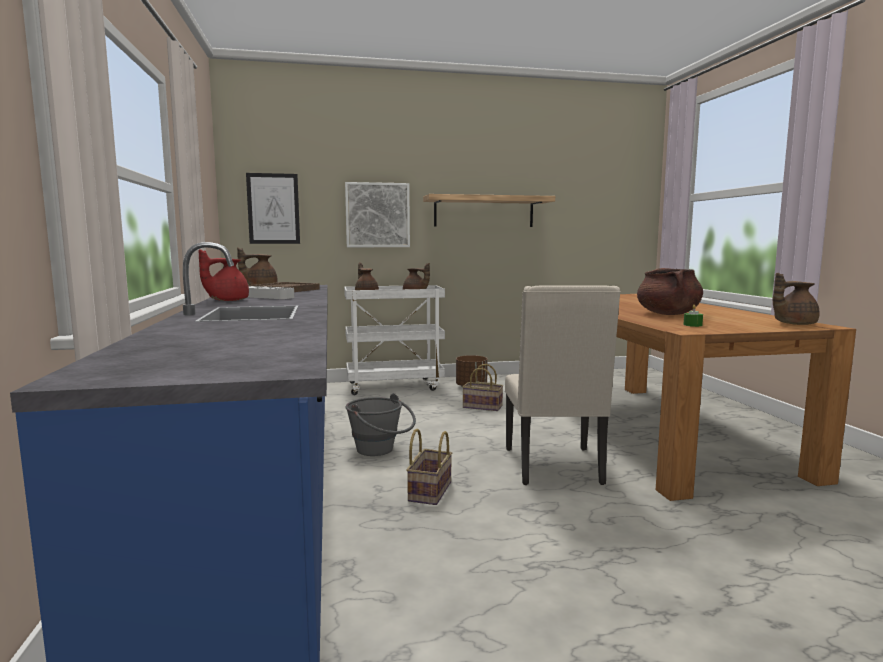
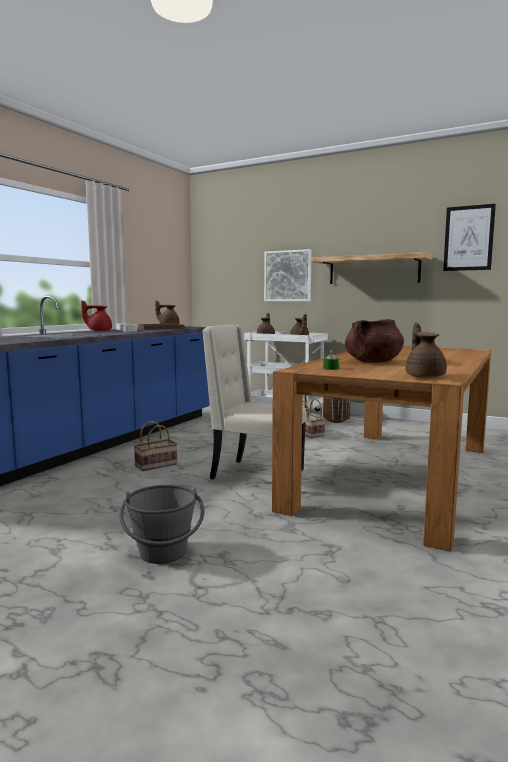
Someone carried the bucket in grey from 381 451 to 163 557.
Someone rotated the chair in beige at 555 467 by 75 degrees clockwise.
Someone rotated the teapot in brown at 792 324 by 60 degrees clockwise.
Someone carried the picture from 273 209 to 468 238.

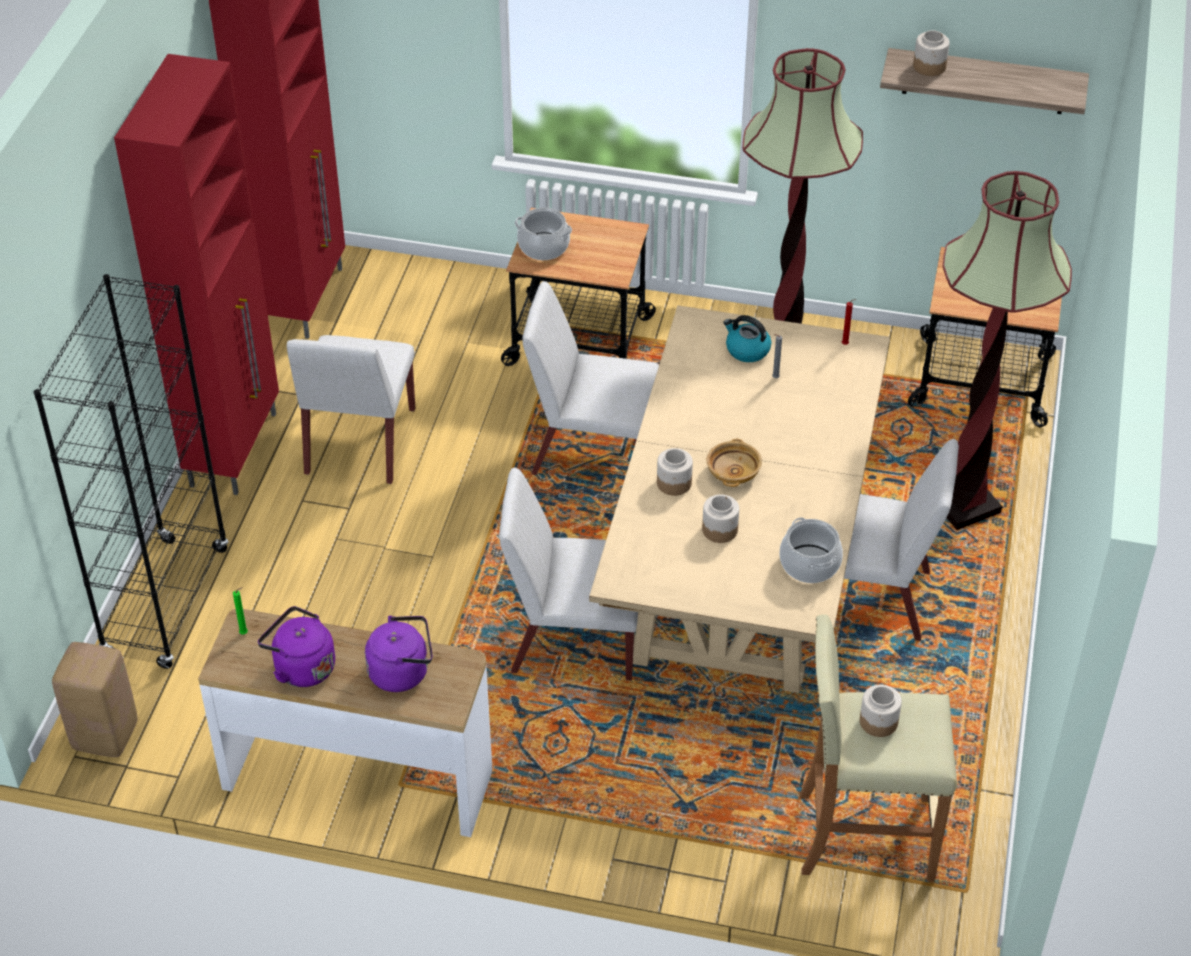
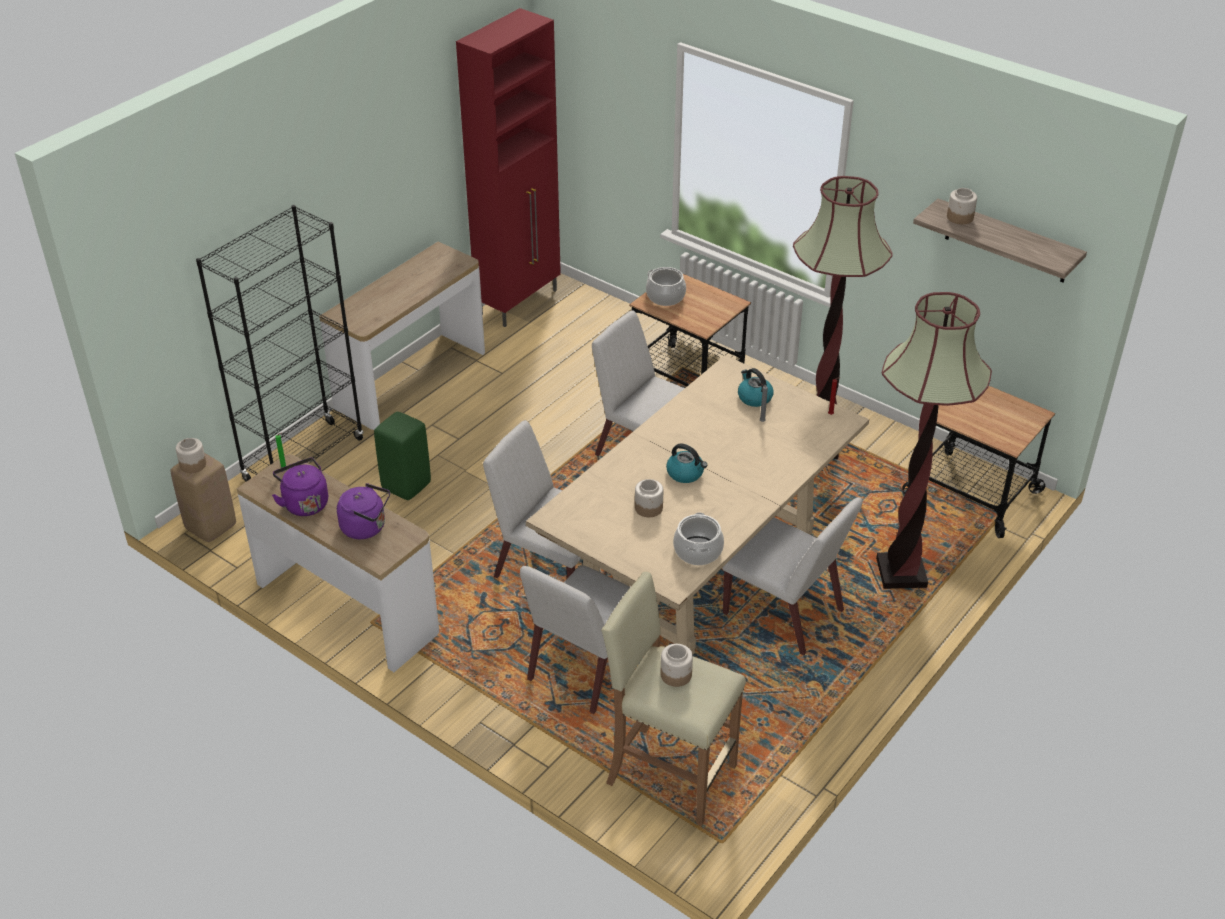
Someone carried the jar from 673 483 to 193 464.
Someone swapped the cabinet in red at 235 448 for the console table at 411 380.
Someone put down the stool in green at 406 485.
Someone carried the chair in white from 360 442 to 587 667.
Someone swapped the bowl in beige at 733 472 for the kettle at 686 473.

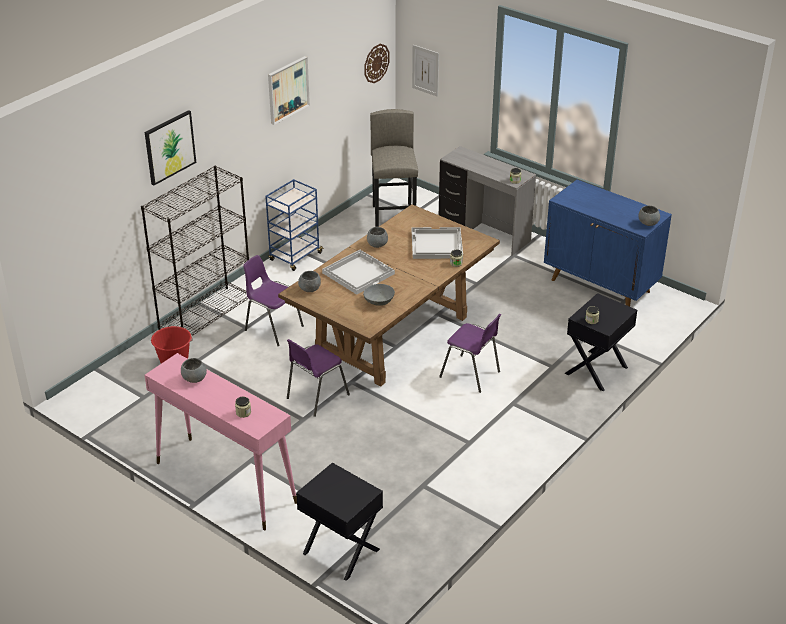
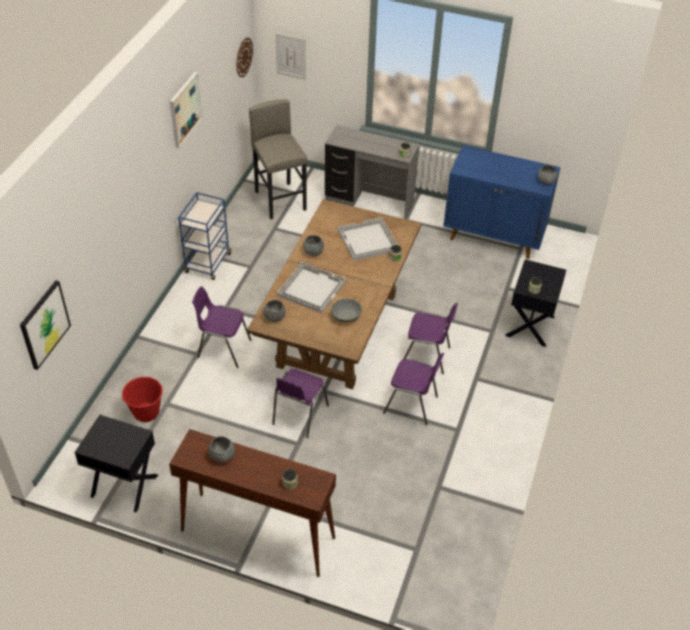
Someone carried the picture from 169 147 to 44 324.
Someone carried the nightstand in black from 340 552 to 124 486.
Someone repainted the console table in pink at 225 482, which became the console table in brown at 257 534.
Someone put down the chair in purple at 412 405.
Someone took away the bookcase in black at 206 315.

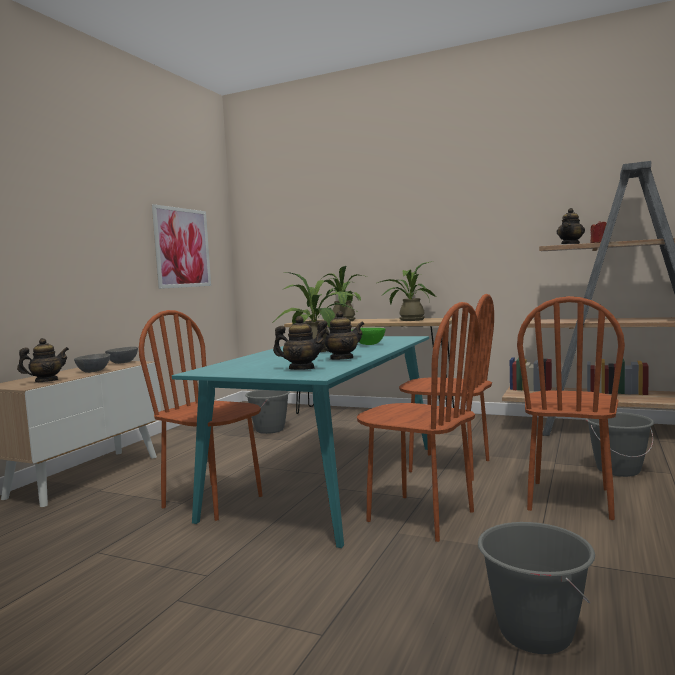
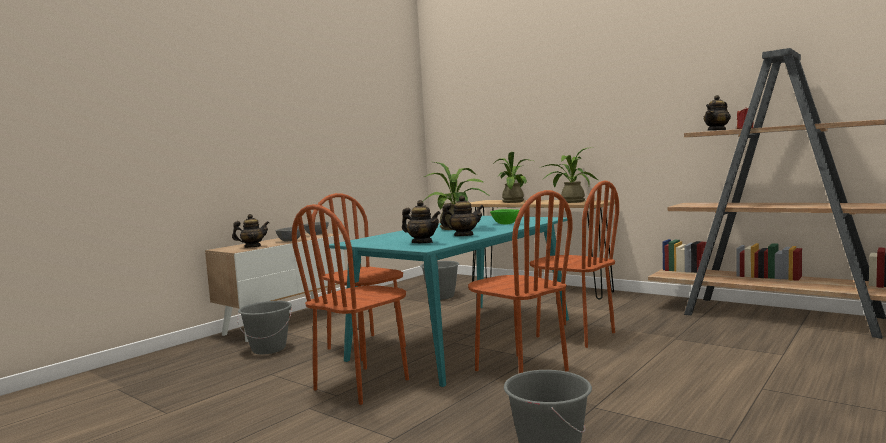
Someone carried the bucket in grey from 618 470 to 269 349.
Someone carried the chair in brown from 570 499 to 362 385.
Someone took away the picture at 182 248.

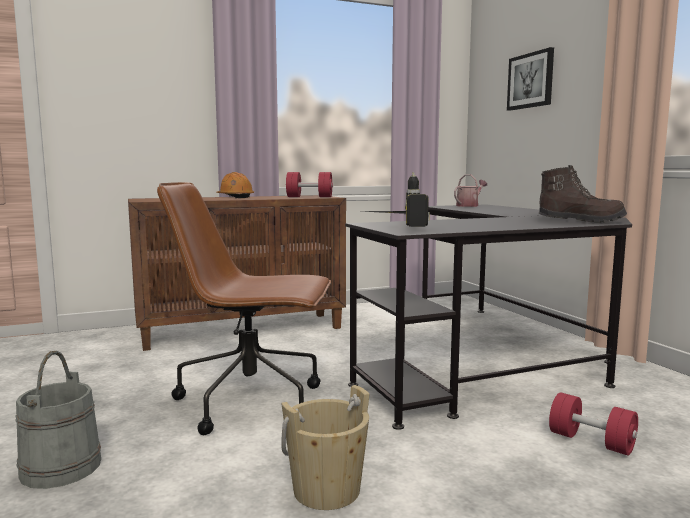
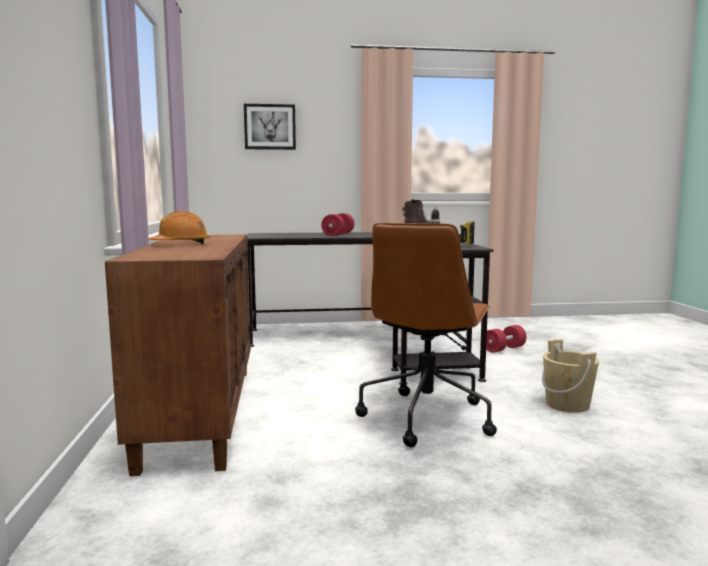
Someone carried the dumbbell in red from 309 197 to 338 235.
Someone took away the bucket in grey at 60 467.
Someone took away the watering can at 469 205.

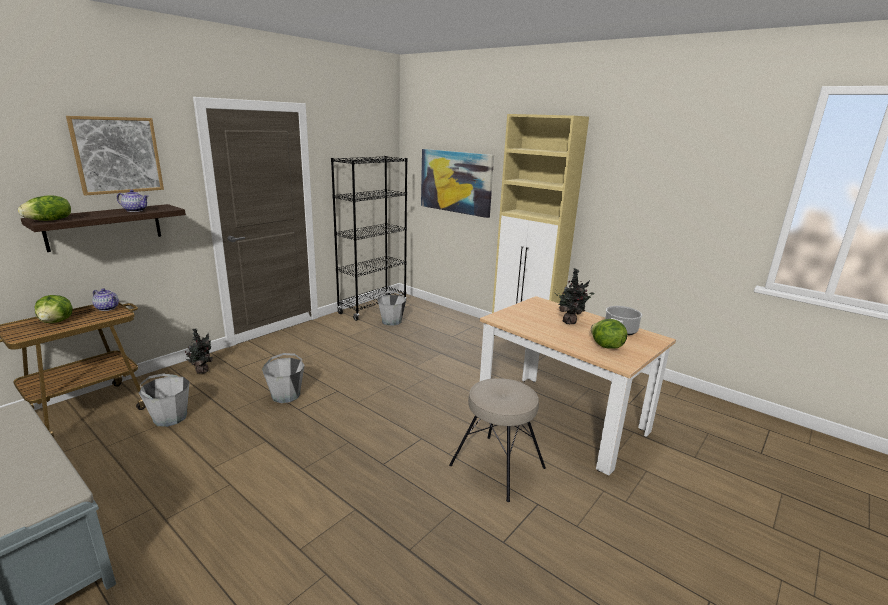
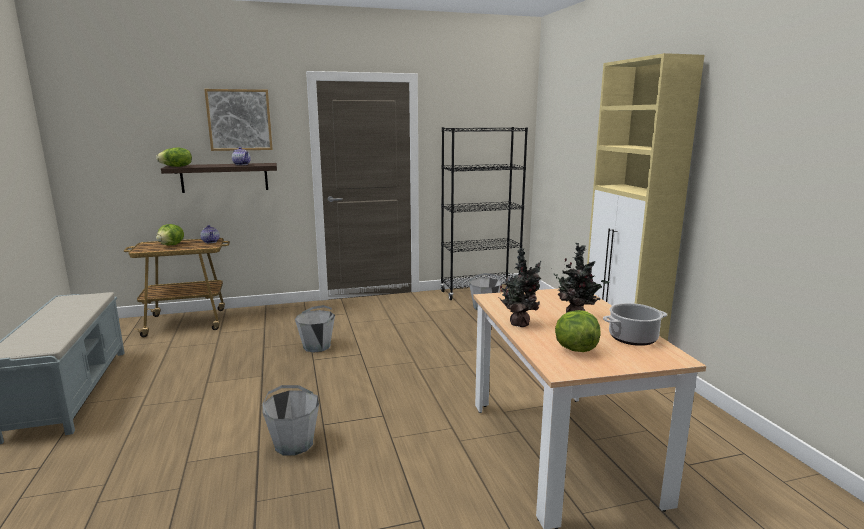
Someone carried the bucket in grey from 170 417 to 293 443.
Someone carried the potted plant from 202 370 to 520 323.
Someone took away the picture at 456 182.
Someone took away the stool in beige at 497 467.

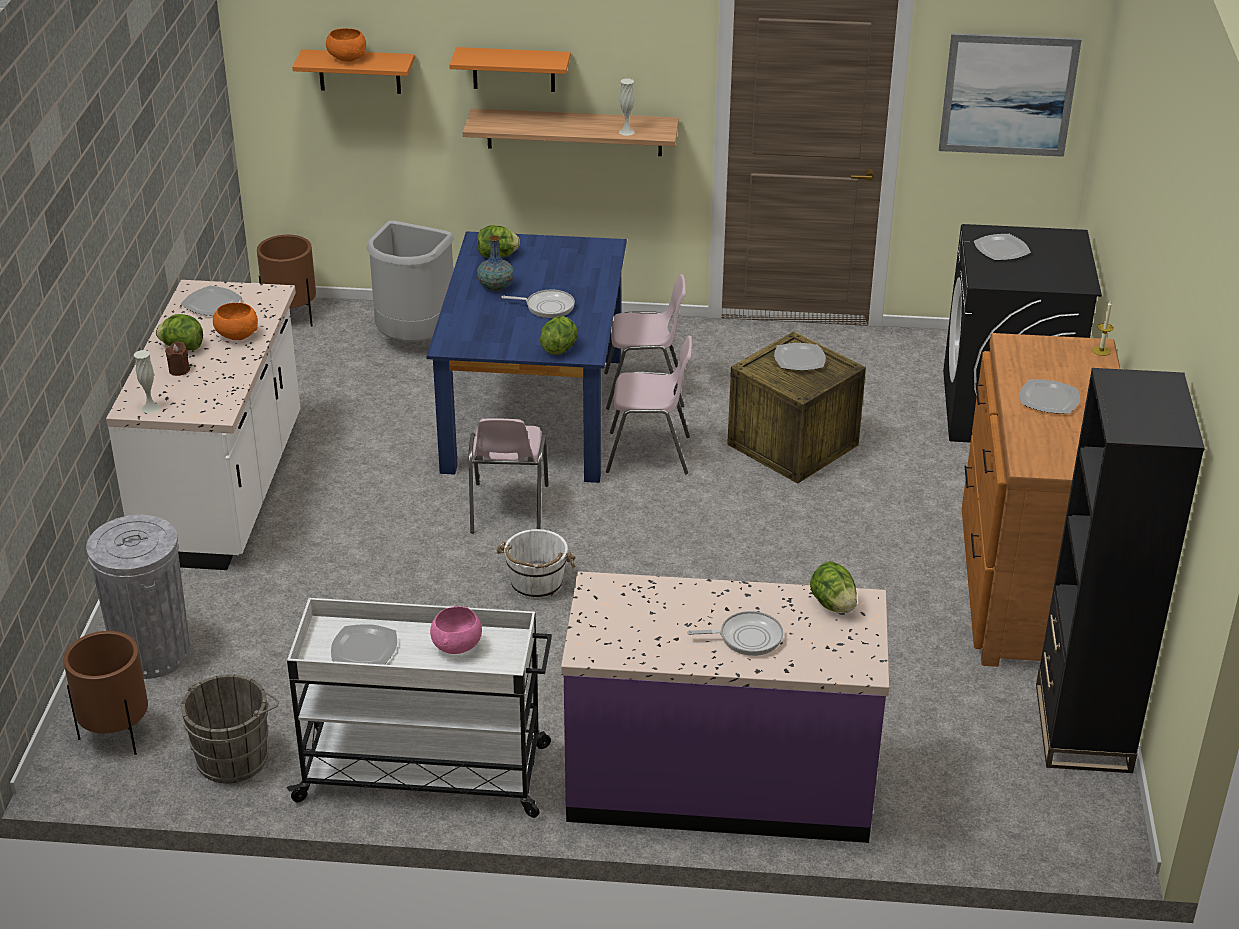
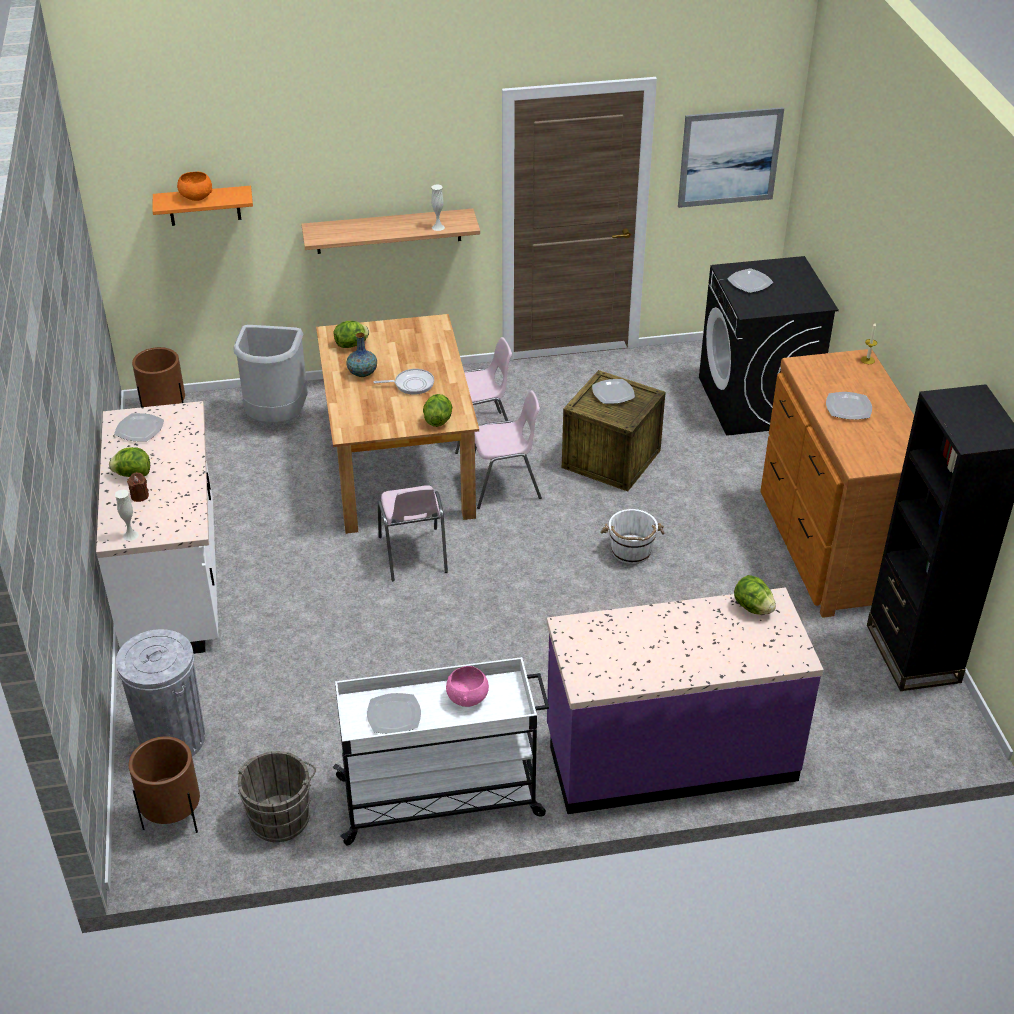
Someone repainted the dining table in blue at 533 411, which became the dining table in brown at 398 465.
Someone carried the bucket in white from 536 584 to 631 551.
Someone took away the bowl in orange at 236 336.
Someone took away the shelf in orange at 513 69.
Someone took away the frying pan at 746 637.

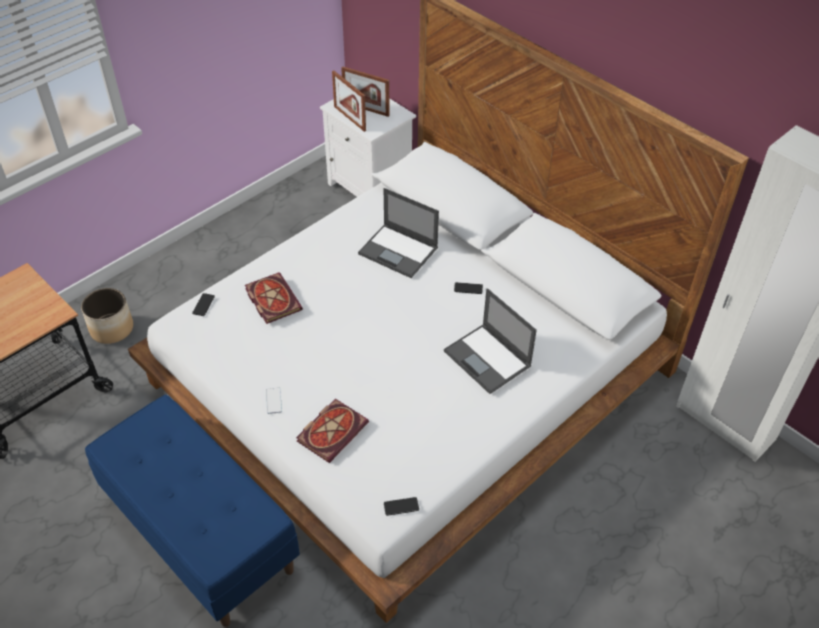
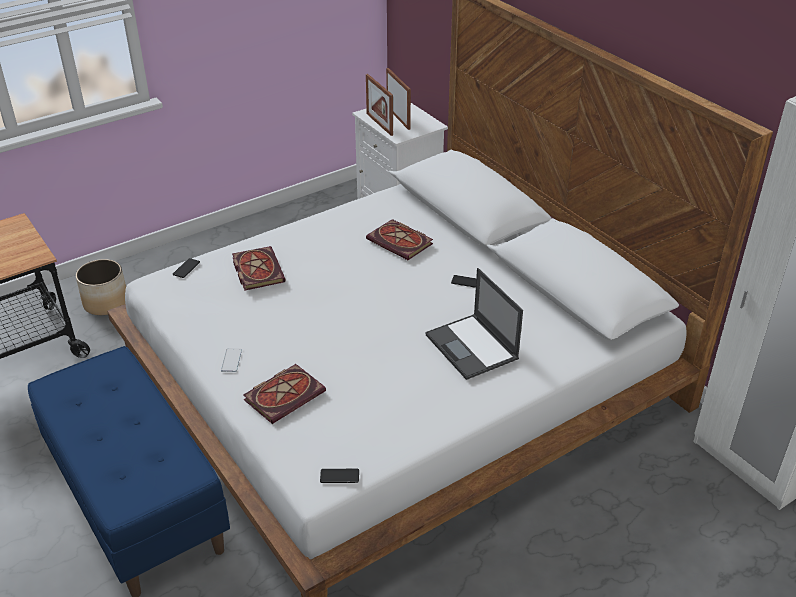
Someone swapped the laptop at 399 251 for the book at 401 242.
Someone rotated the picture frame at 366 109 by 150 degrees counterclockwise.

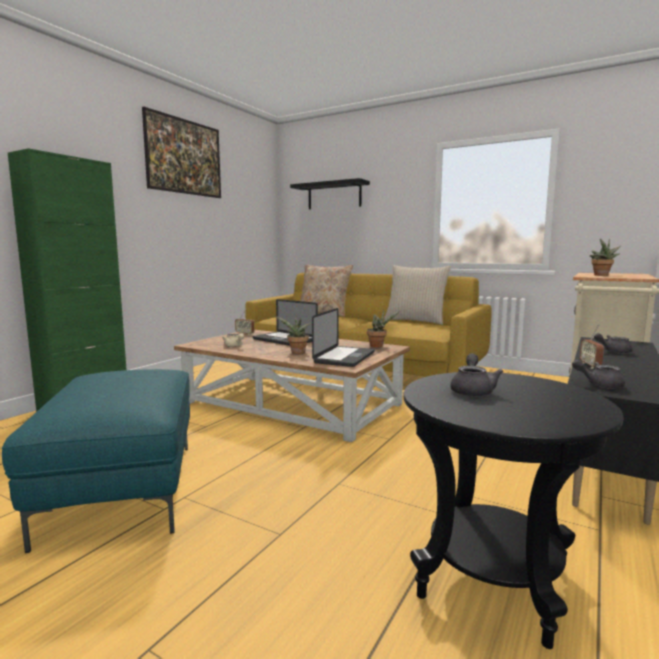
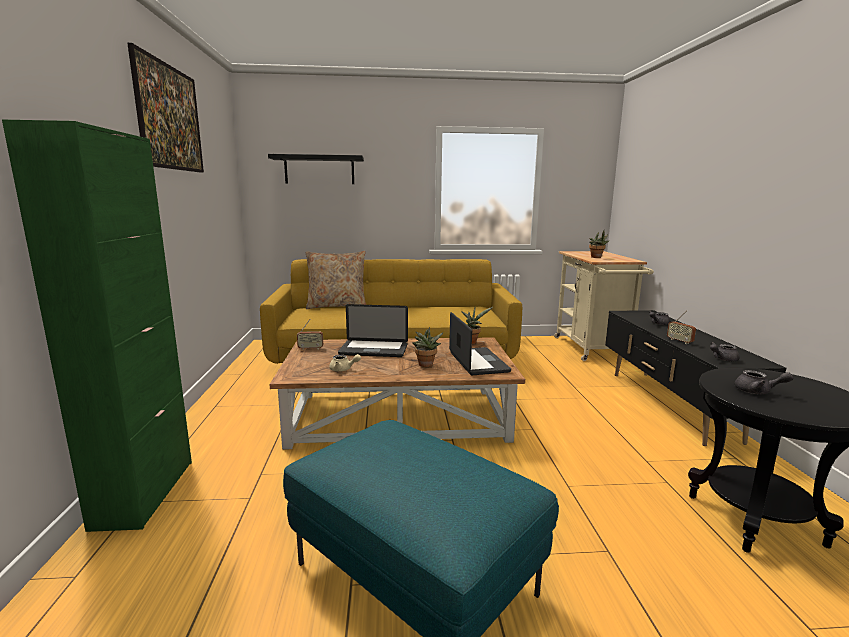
Someone rotated the teapot in grey at 472 390 by 135 degrees clockwise.
Someone took away the pillow in beige at 415 321.

